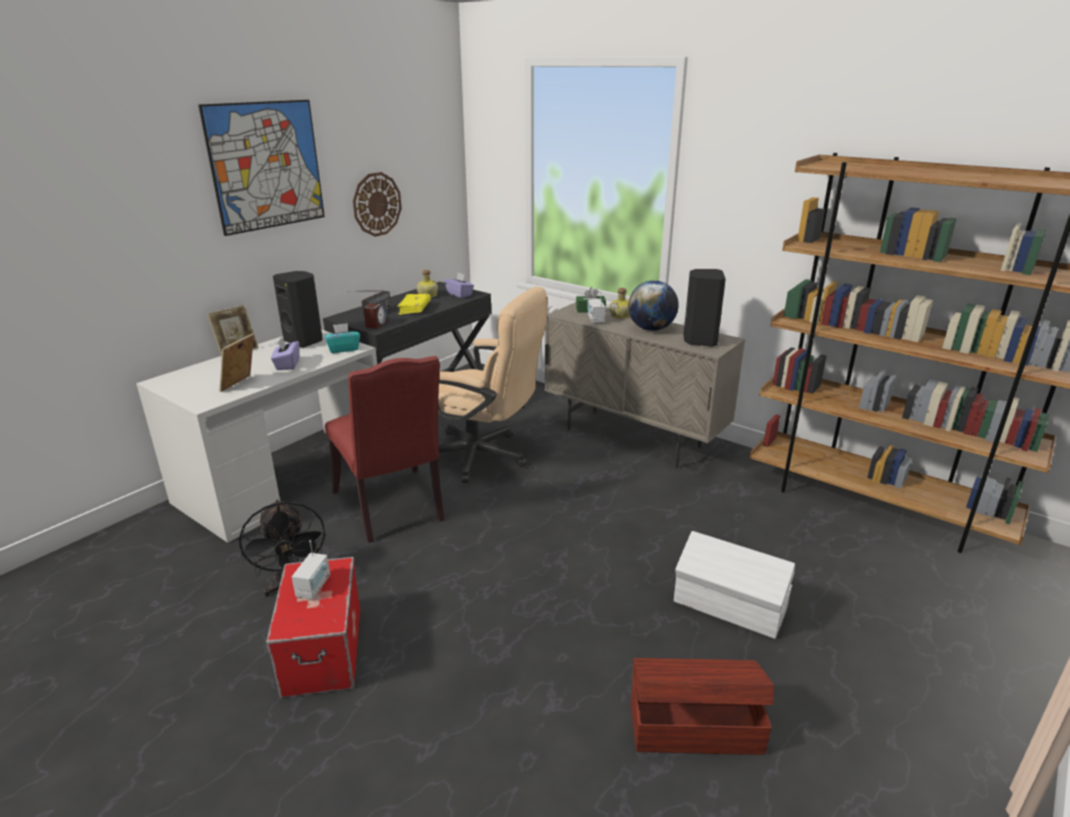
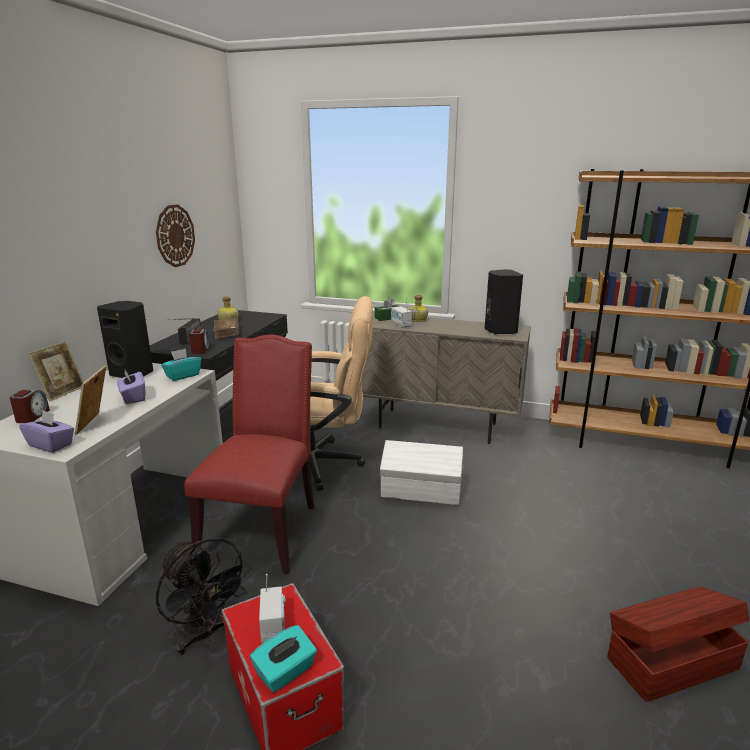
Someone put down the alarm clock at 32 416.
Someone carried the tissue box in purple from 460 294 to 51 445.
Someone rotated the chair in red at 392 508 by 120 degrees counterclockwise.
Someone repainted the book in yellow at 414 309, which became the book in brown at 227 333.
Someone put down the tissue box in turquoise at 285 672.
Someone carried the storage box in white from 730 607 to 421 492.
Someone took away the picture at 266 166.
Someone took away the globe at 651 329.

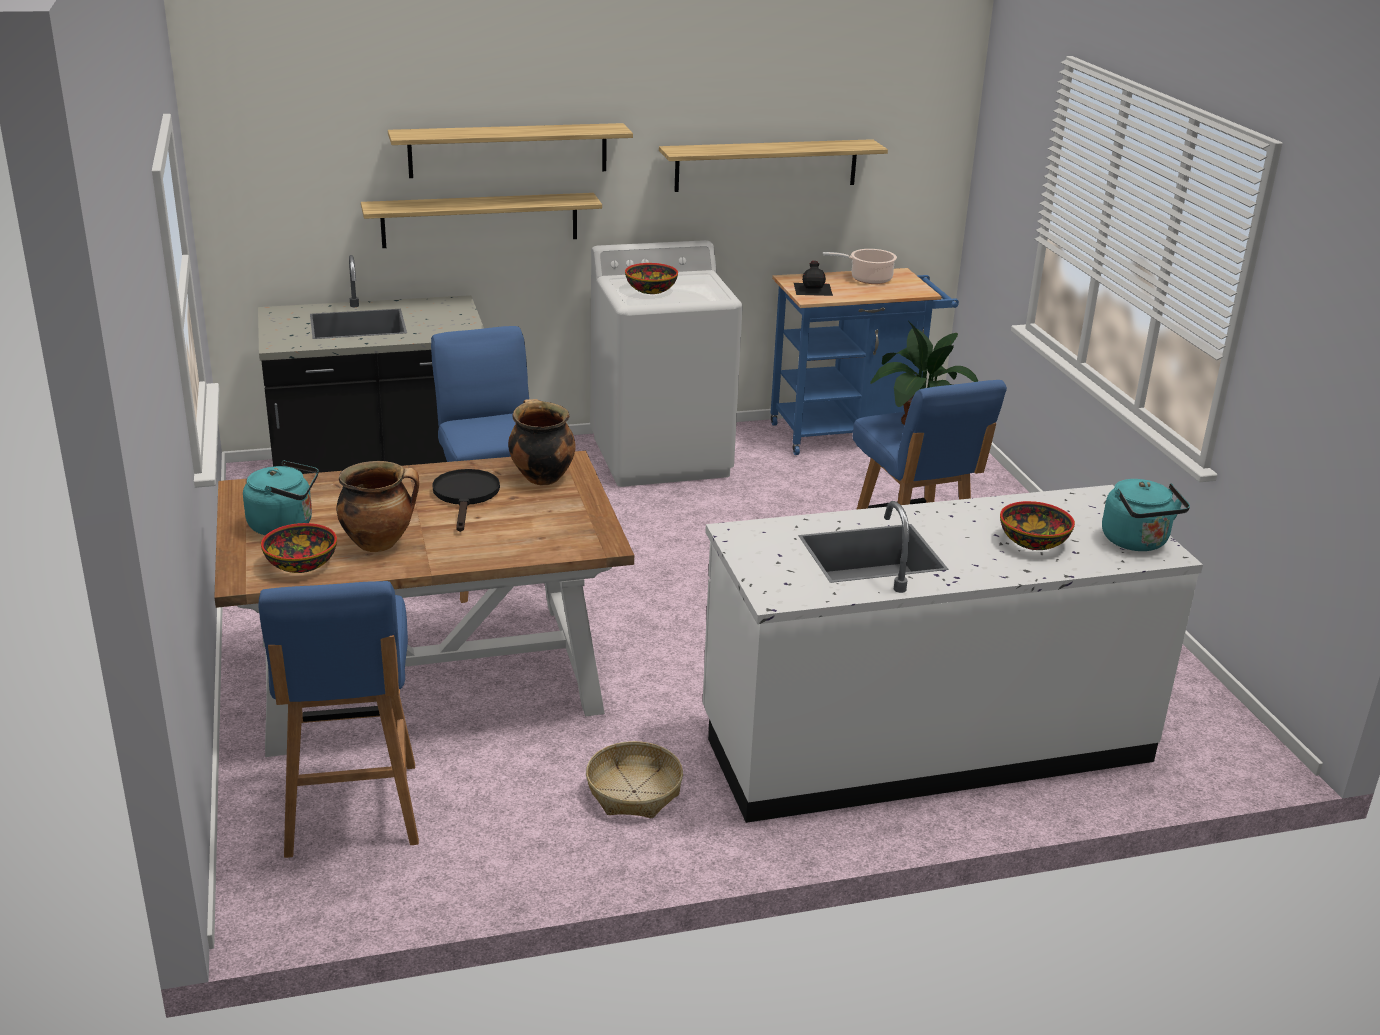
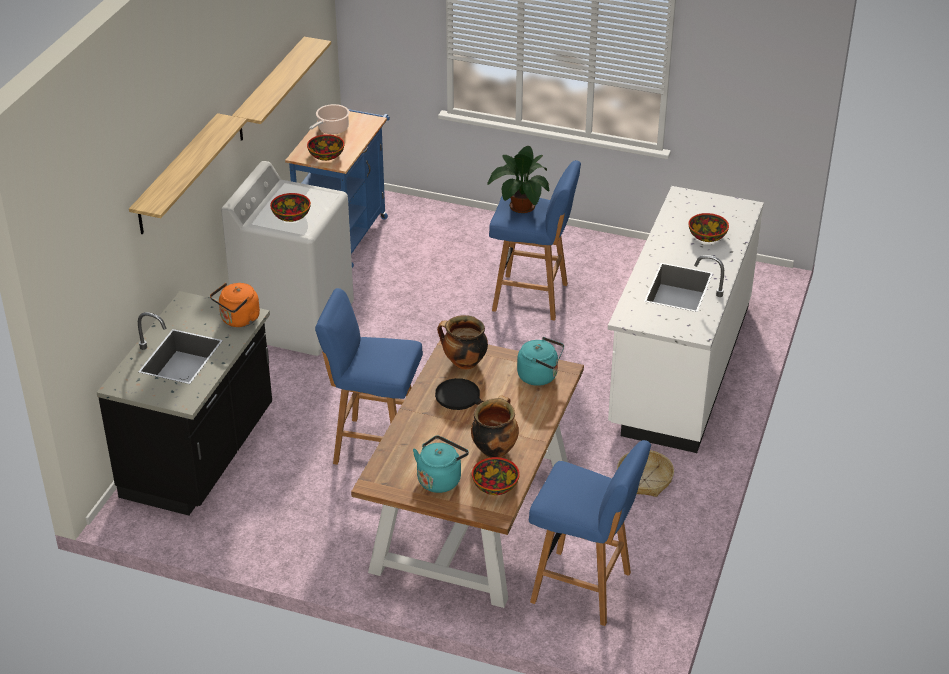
Someone put down the kettle in orange at 238 320.
Someone swapped the bottle in black at 813 289 for the bowl at 326 155.
Someone carried the kettle in turquoise from 1137 542 to 540 376.
Someone took away the shelf at 480 220.

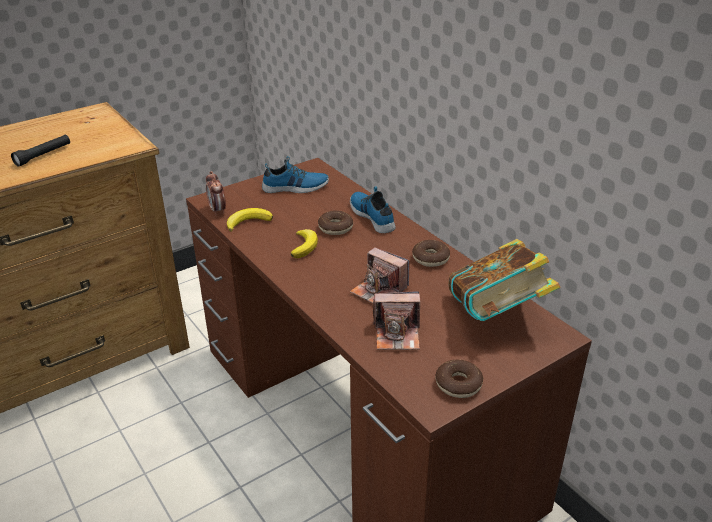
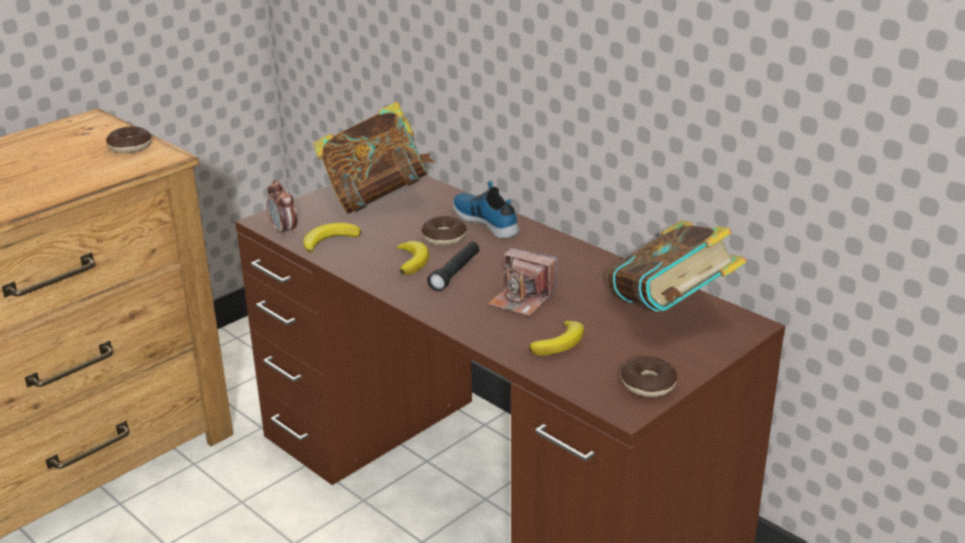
Someone carried the donut from 430 258 to 130 147.
Someone swapped the shoe at 295 187 for the book at 376 197.
Someone carried the flashlight in black from 43 155 to 455 273.
Someone swapped the photo camera at 397 334 for the banana at 560 343.

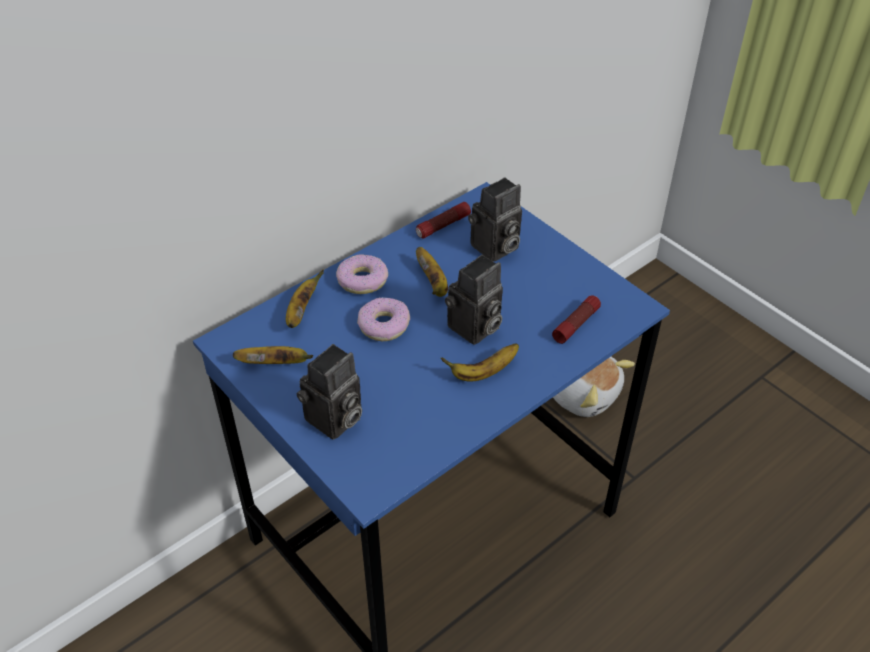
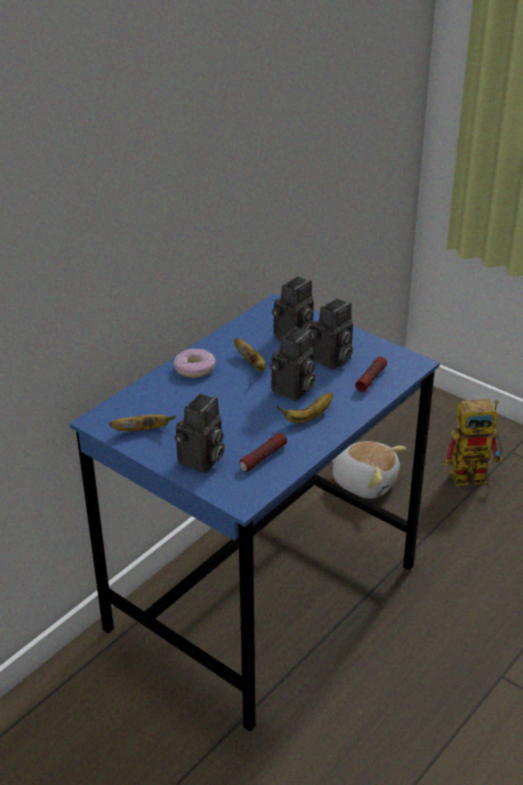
Someone carried the flashlight from 443 226 to 263 458.
Someone put down the photo camera at 331 360.
Someone put down the toy robot at 475 474.
Someone took away the banana at 301 311.
Someone took away the donut at 383 325.

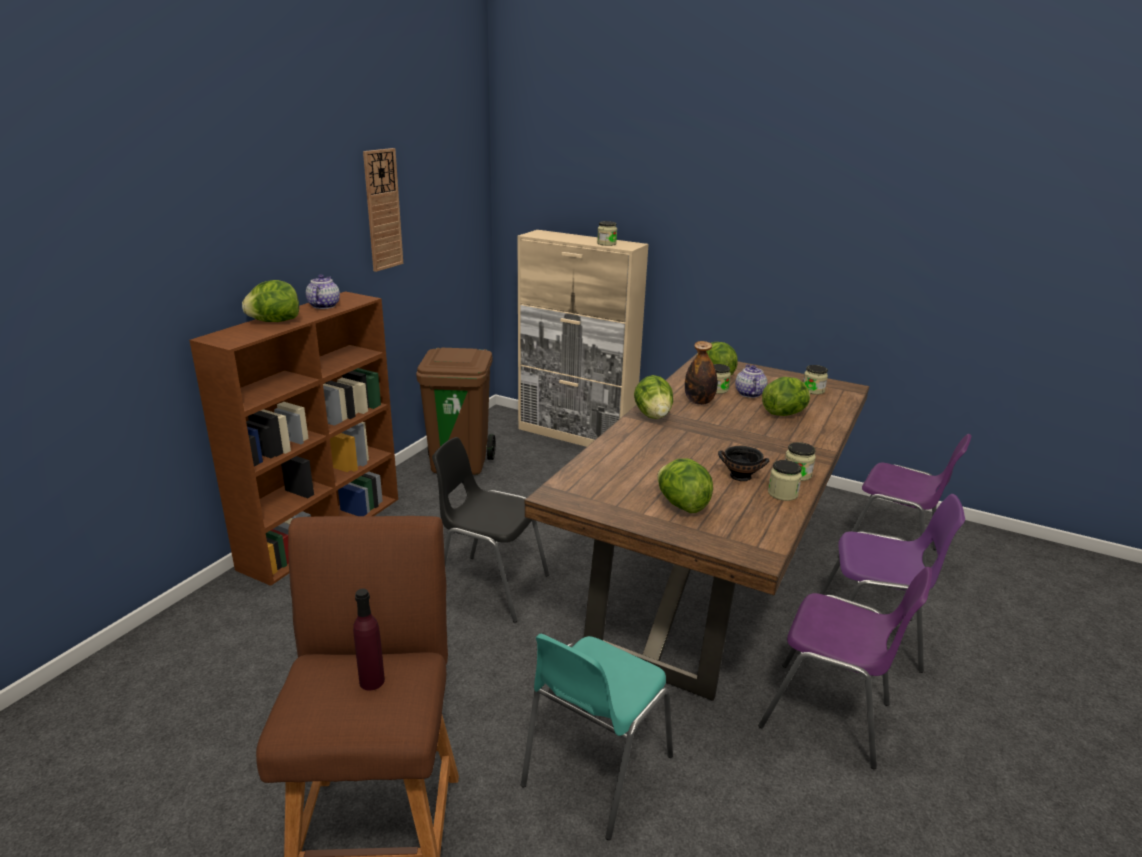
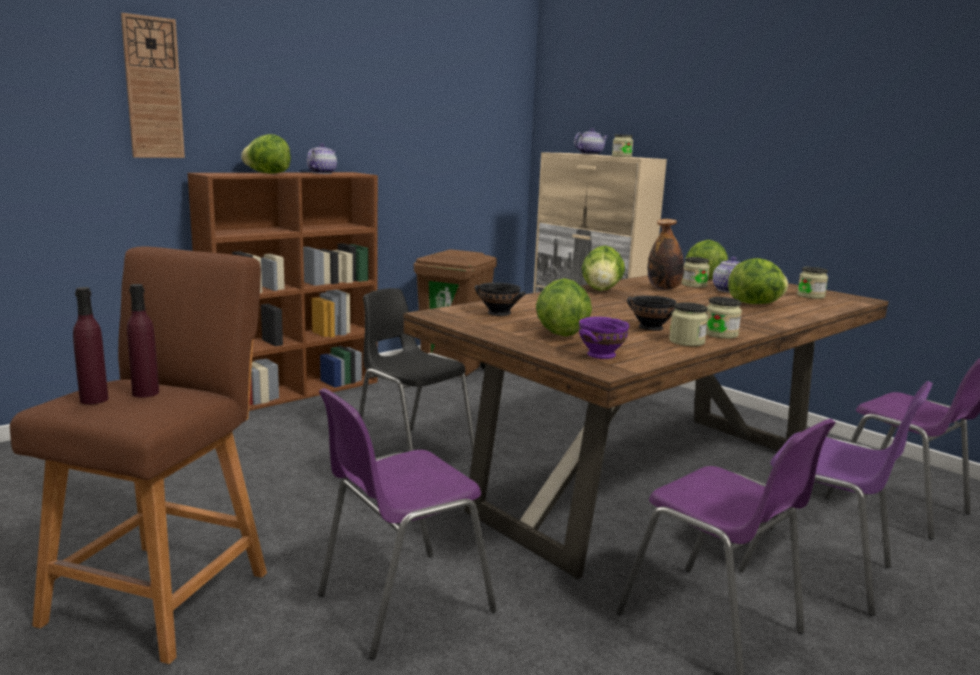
Someone put down the bottle in purple at 94 399.
Someone carried the wall clock from 382 210 to 153 88.
Someone repainted the chair in turquoise at 593 772, which became the chair in purple at 400 603.
Someone put down the bowl in black at 499 313.
Someone put down the teapot at 590 154.
Someone put down the bowl in purple at 600 355.

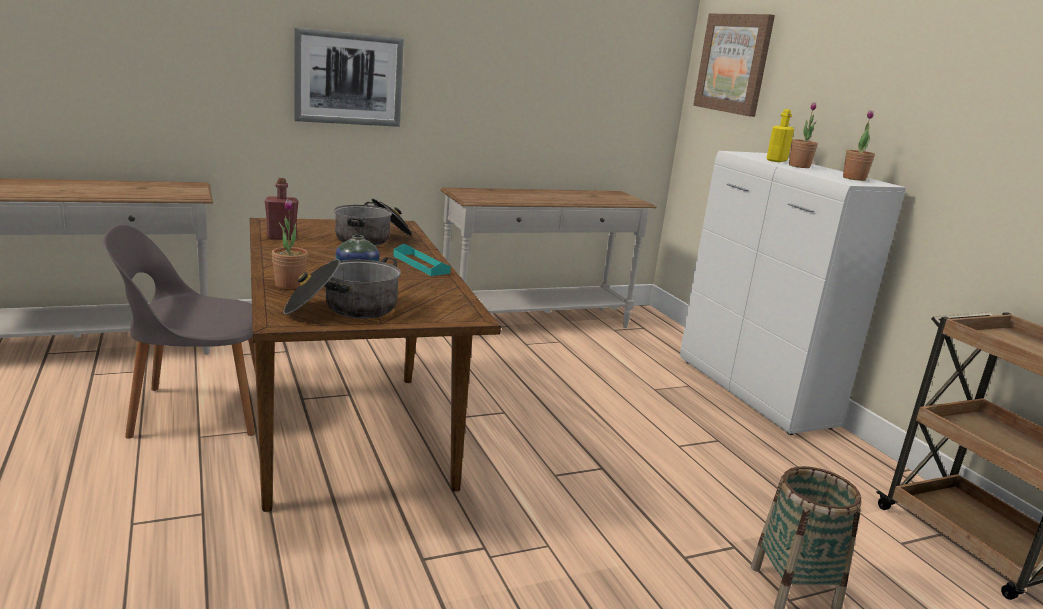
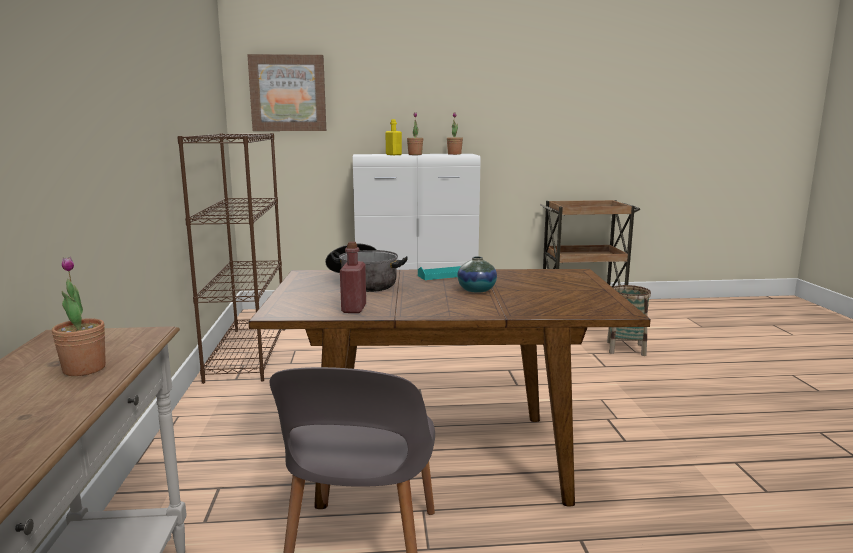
Someone carried the potted plant from 290 285 to 84 369.
Someone swapped the console table in white at 536 323 for the bookcase in brown at 247 353.
Someone took away the cooking pot at 343 309.
Someone took away the picture at 348 79.

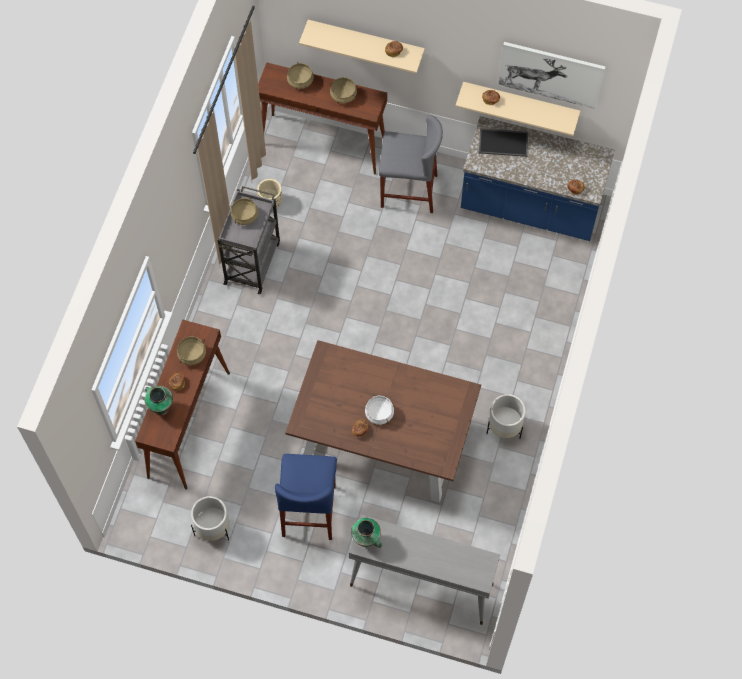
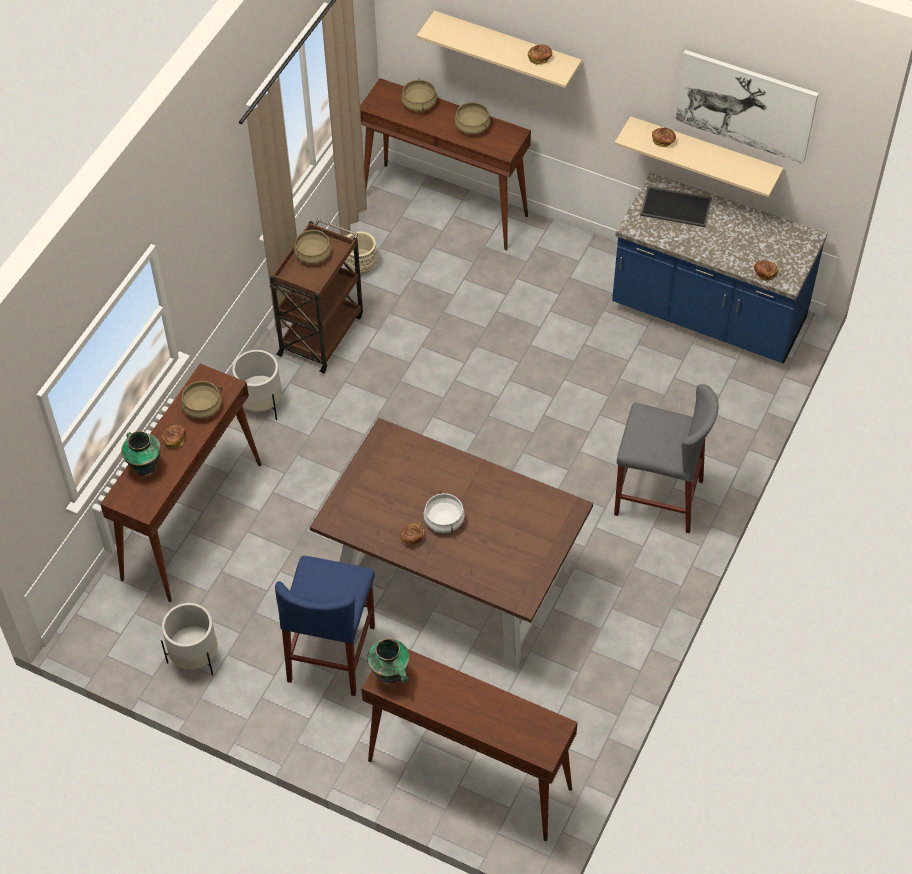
Someone carried the planter in white from 504 427 to 260 404.
Someone repainted the cart in grey at 252 261, which became the cart in brown at 321 333.
Someone repainted the console table in grey at 420 585, which became the console table in brown at 468 774.
Someone carried the stool in grey from 408 191 to 658 497.

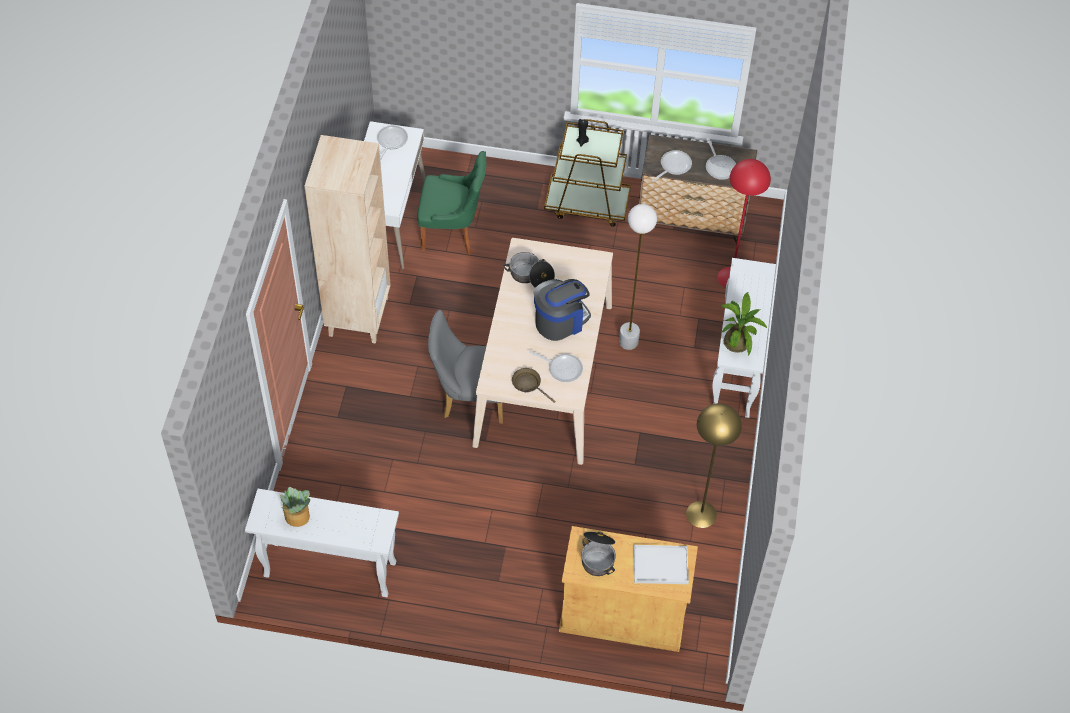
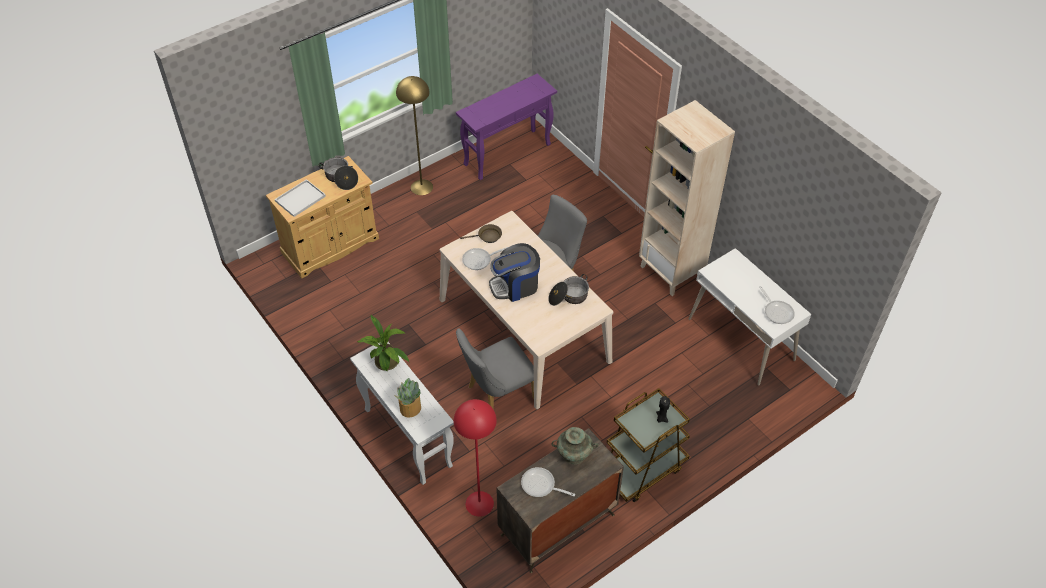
Someone carried the potted plant from 297 517 to 410 408.
Someone carried the floor lamp in yellow from 701 514 to 421 187.
Someone repainted the console table in white at 329 569, which became the console table in purple at 507 154.
Someone swapped the floor lamp in white at 628 342 for the chair in grey at 496 394.
Someone rotated the coffee machine at 560 321 by 60 degrees clockwise.
Someone swapped the frying pan at 673 166 for the vase in turquoise at 574 454.
Someone took away the chair in green at 453 232.

